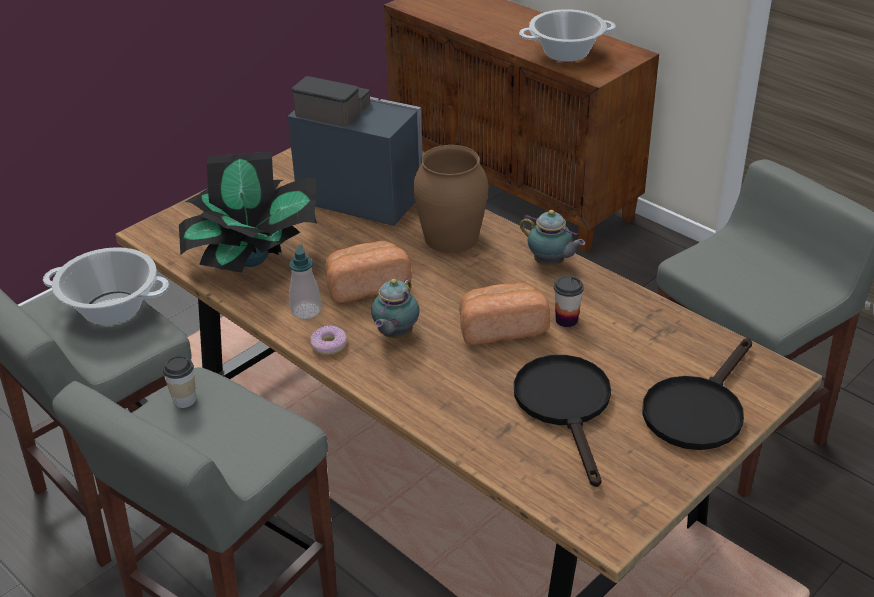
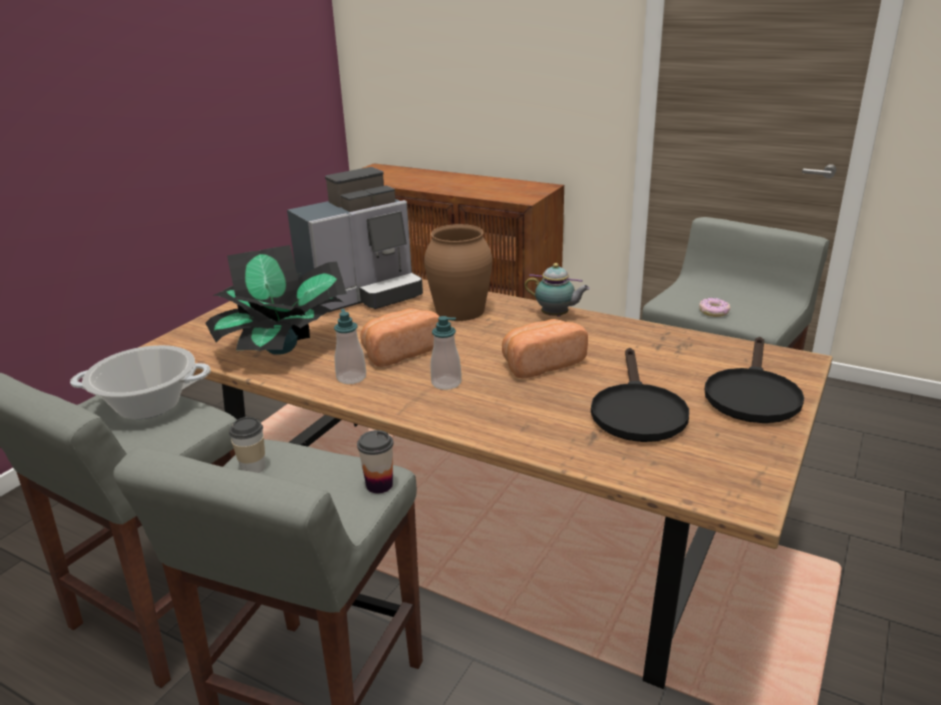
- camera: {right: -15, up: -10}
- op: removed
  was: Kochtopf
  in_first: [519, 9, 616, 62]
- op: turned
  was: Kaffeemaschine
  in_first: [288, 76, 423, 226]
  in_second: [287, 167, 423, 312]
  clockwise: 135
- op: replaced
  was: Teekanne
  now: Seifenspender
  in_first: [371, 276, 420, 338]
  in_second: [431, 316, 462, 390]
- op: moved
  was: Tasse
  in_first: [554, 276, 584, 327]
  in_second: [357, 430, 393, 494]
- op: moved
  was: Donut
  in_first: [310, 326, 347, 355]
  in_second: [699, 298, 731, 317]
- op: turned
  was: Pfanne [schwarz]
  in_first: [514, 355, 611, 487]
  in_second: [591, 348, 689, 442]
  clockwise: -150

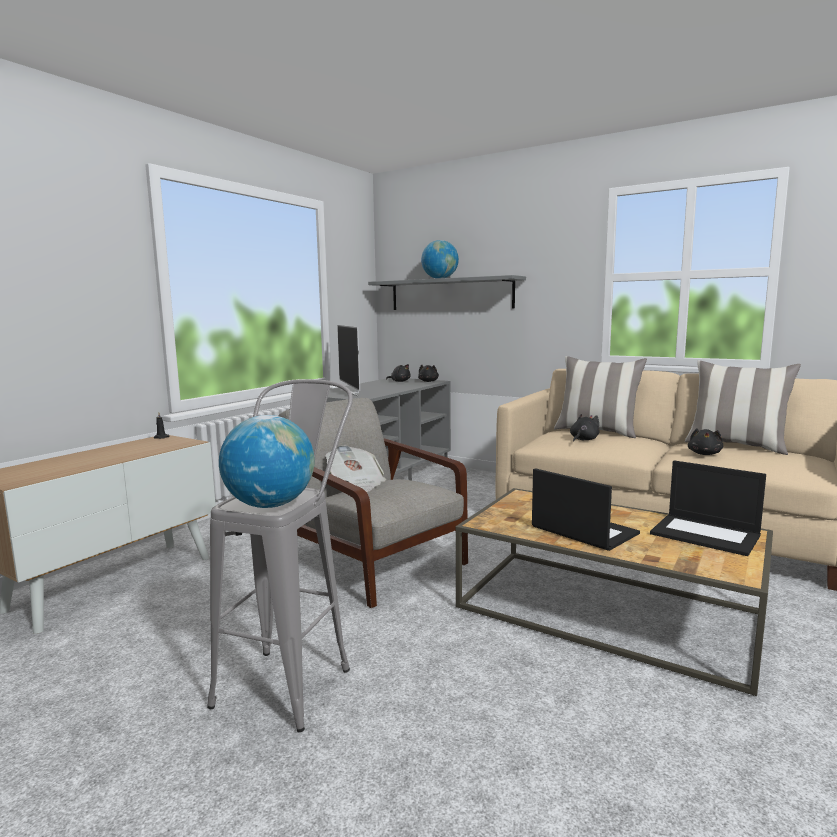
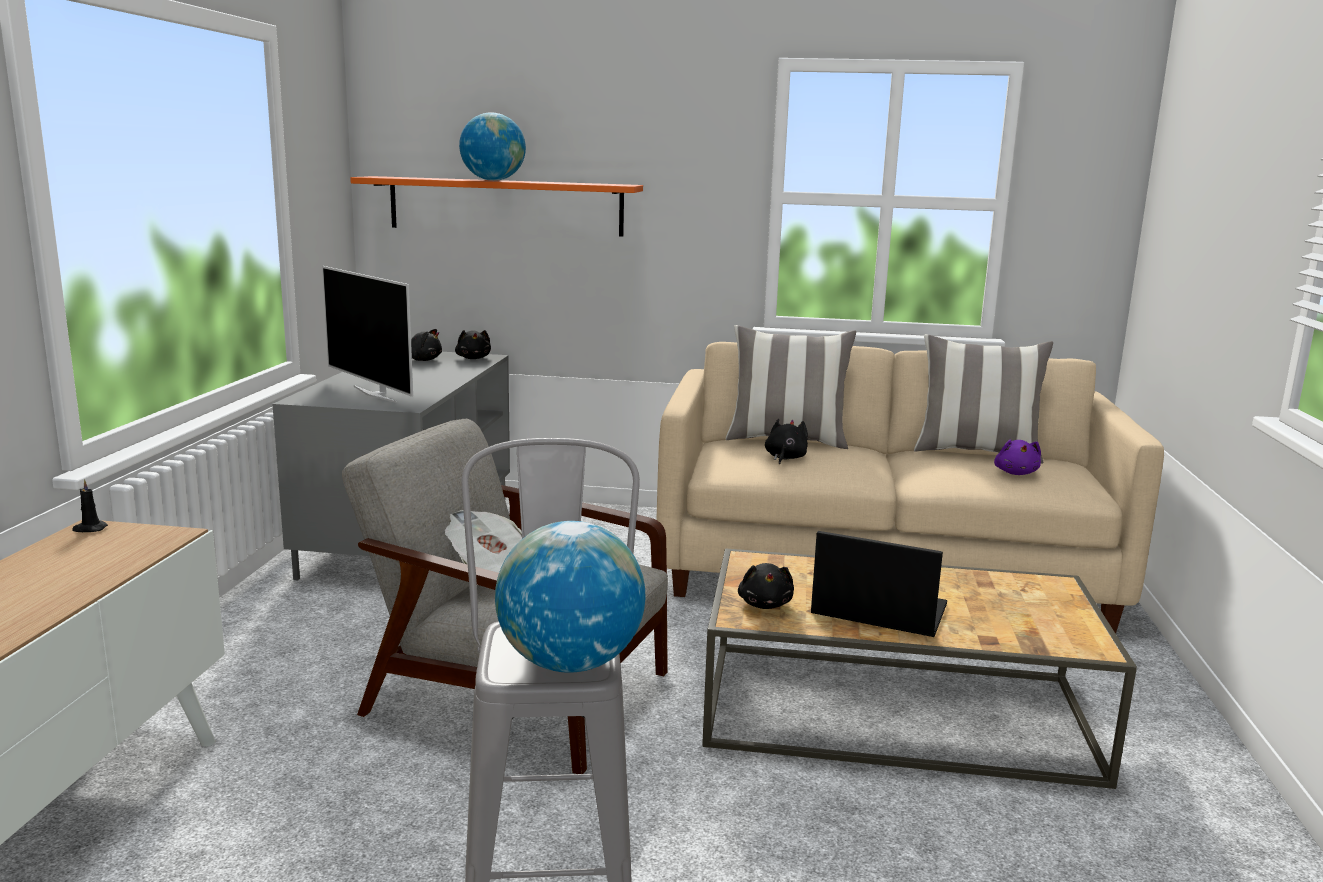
- camera: {right: -25, up: 5}
- op: recoloured
  was: Wandregal [grau]
  now: Wandregal [orange]
  in_first: [368, 275, 526, 310]
  in_second: [350, 176, 643, 237]
- op: moved
  was: Plüschtier [schwarz]
  in_first: [688, 428, 723, 455]
  in_second: [738, 563, 794, 609]
- op: removed
  was: Laptop
  in_first: [650, 460, 766, 556]
- op: added
  now: Plüschtier [lila]
  in_second: [994, 439, 1041, 475]

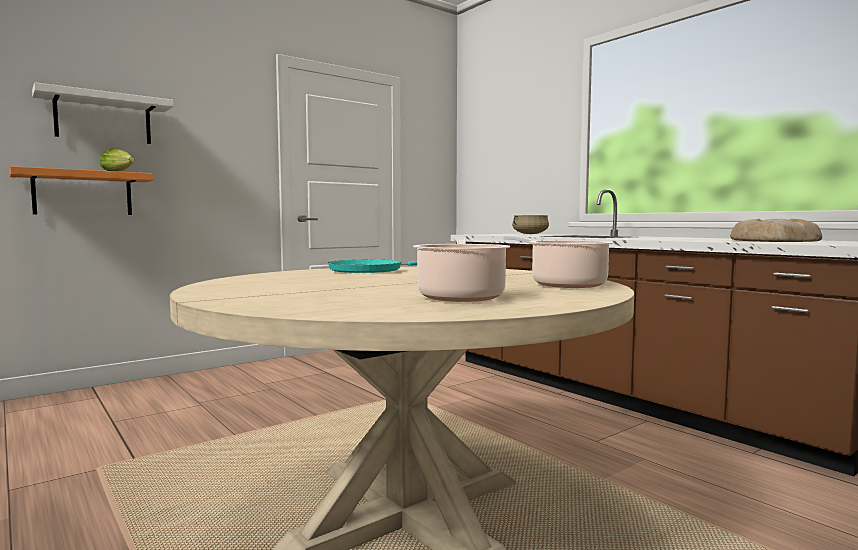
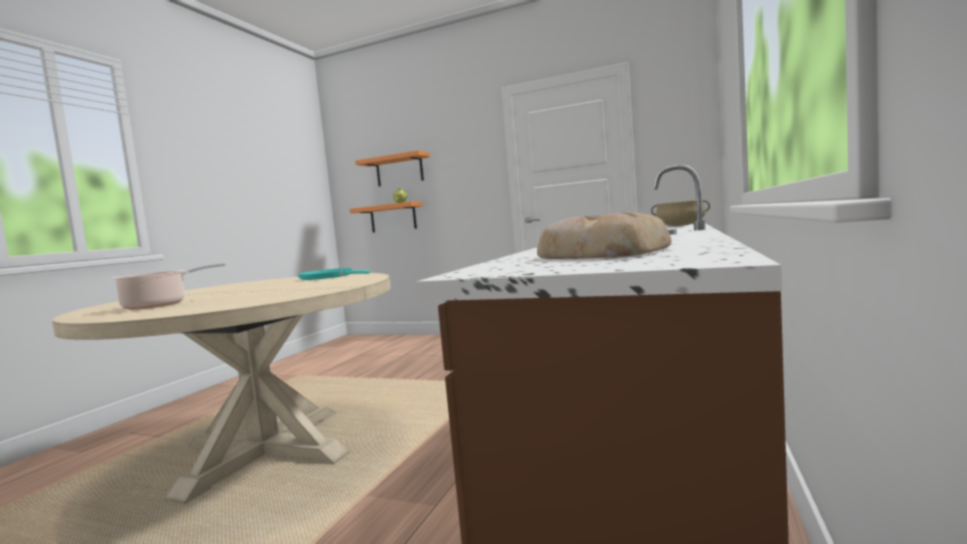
- camera: {right: 60, up: 0}
- op: recoloured
  was: Wandregal [weiß]
  now: Wandregal [orange]
  in_first: [32, 82, 174, 144]
  in_second: [355, 150, 430, 186]
- op: removed
  was: Kochtopf
  in_first: [503, 236, 613, 288]

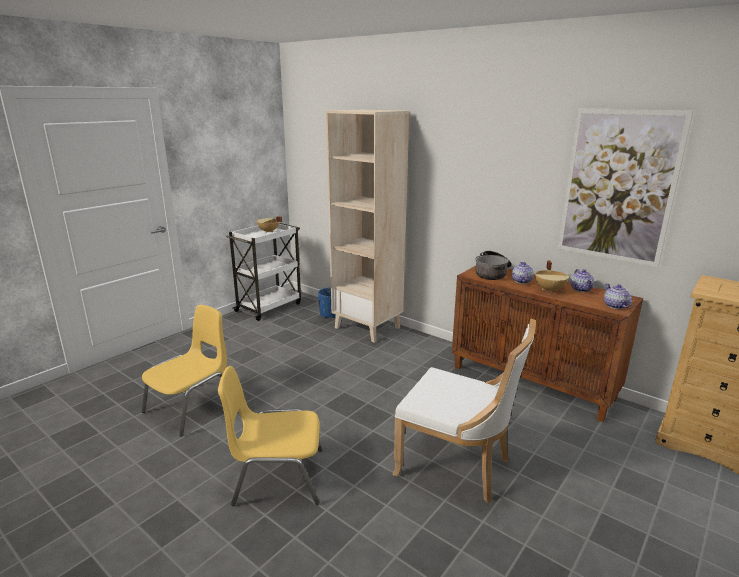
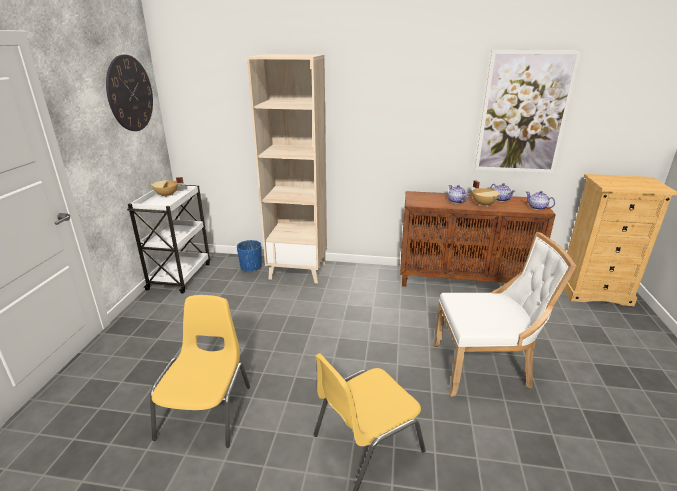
- camera: {right: -30, up: 5}
- op: removed
  was: Kochtopf
  in_first: [476, 251, 512, 280]
- op: added
  now: Wanduhr
  in_second: [106, 55, 153, 131]

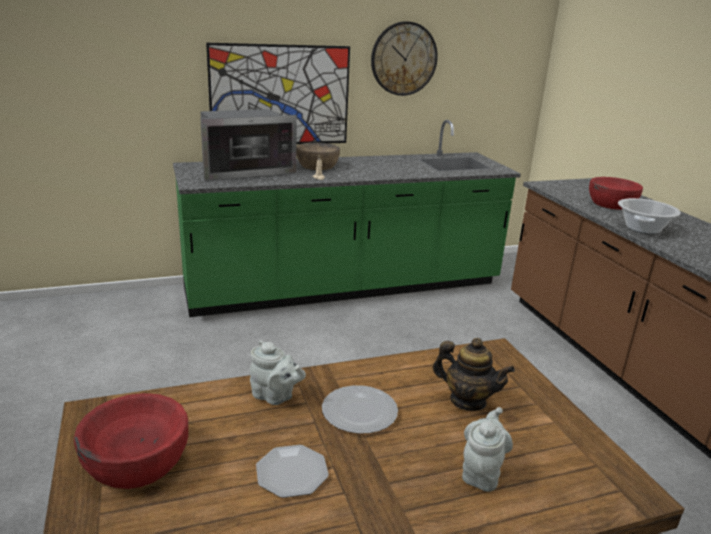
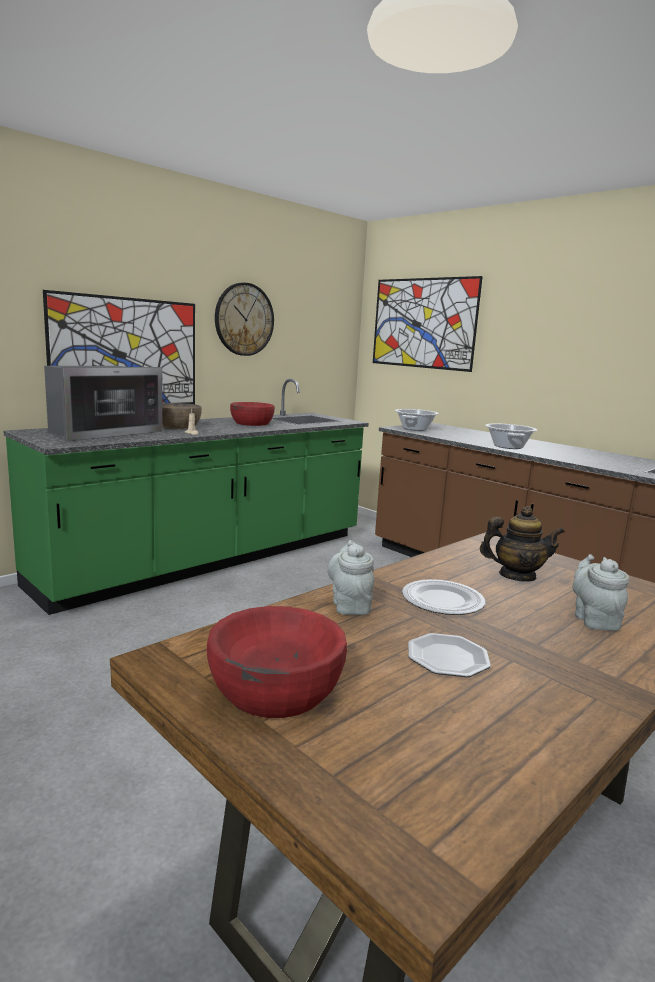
- camera: {right: -25, up: -10}
- op: moved
  was: Schüssel [rot]
  in_first: [589, 177, 643, 210]
  in_second: [230, 402, 275, 426]
- op: turned
  was: Teekanne [grau]
  in_first: [250, 340, 306, 405]
  in_second: [327, 540, 374, 615]
  clockwise: -105
- op: added
  now: Bild
  in_second: [373, 276, 483, 372]
- op: added
  now: Kochtopf
  in_second: [395, 409, 439, 431]

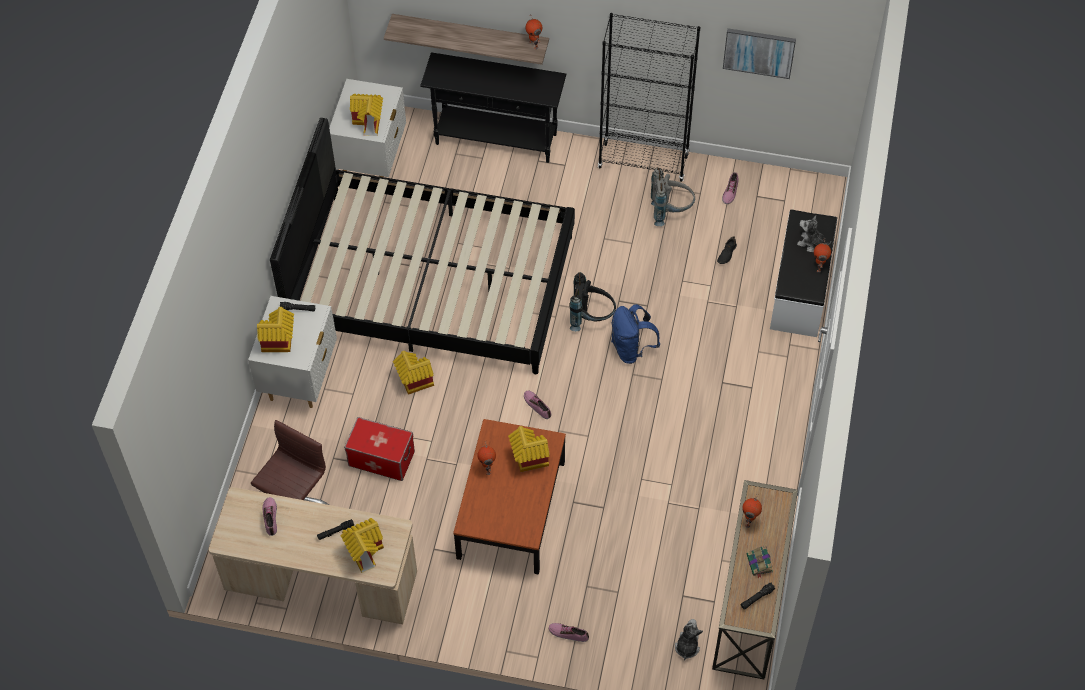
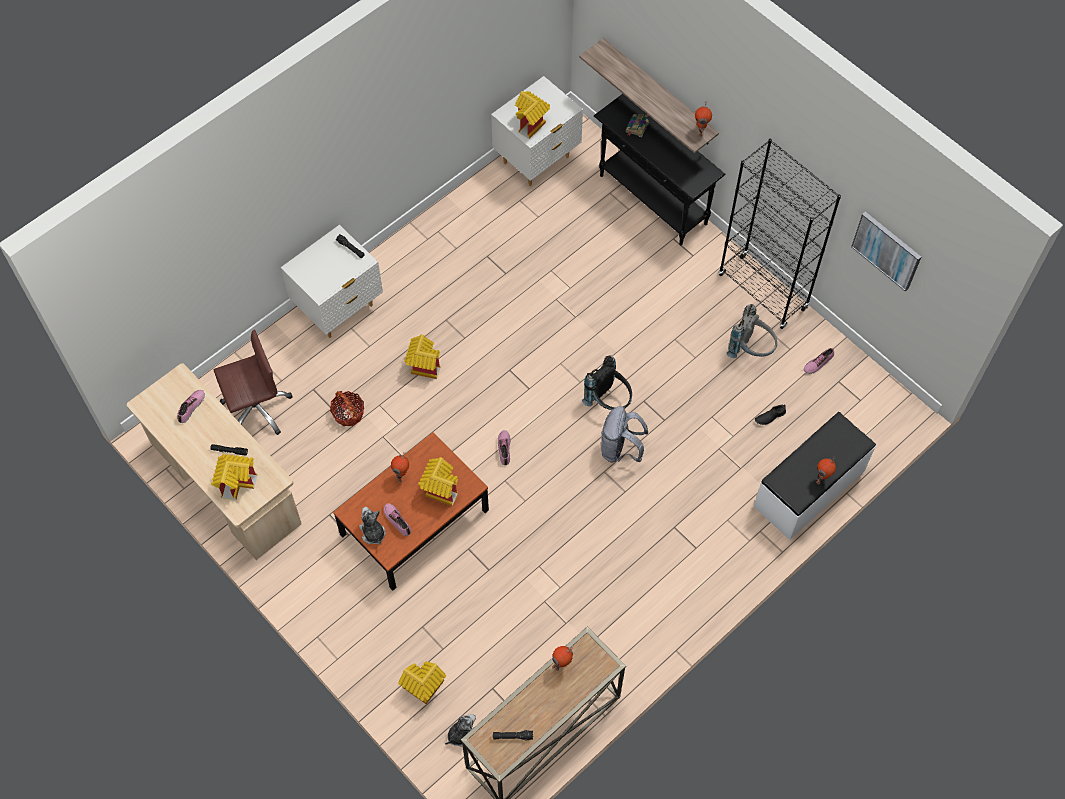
- camera: {right: 35, up: 5}
- op: removed
  was: Bett [schwarz]
  in_first: [270, 118, 575, 374]
- op: moved
  was: Plüschtier
  in_first: [797, 215, 831, 252]
  in_second: [359, 507, 386, 545]
- op: recoloured
  was: Rucksack [blau]
  now: Rucksack [grau]
  in_first: [611, 304, 660, 364]
  in_second: [601, 406, 648, 463]
- op: moved
  was: Spielzeughaus
  in_first: [257, 307, 294, 352]
  in_second: [398, 662, 446, 704]
- op: replaced
  was: Aufbewahrungsbox
  now: Korb
  in_first: [344, 417, 415, 481]
  in_second: [330, 391, 364, 426]
- op: moved
  was: Buch
  in_first: [747, 545, 773, 579]
  in_second: [625, 114, 649, 138]
- op: moved
  was: Schuh
  in_first: [549, 623, 589, 642]
  in_second: [384, 503, 411, 536]

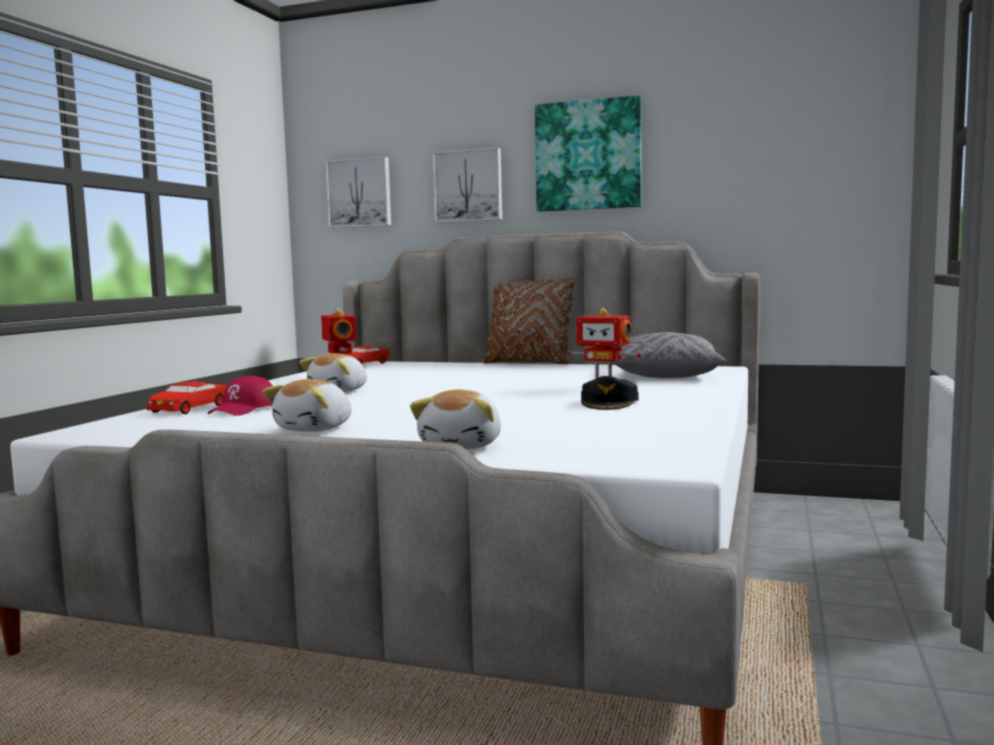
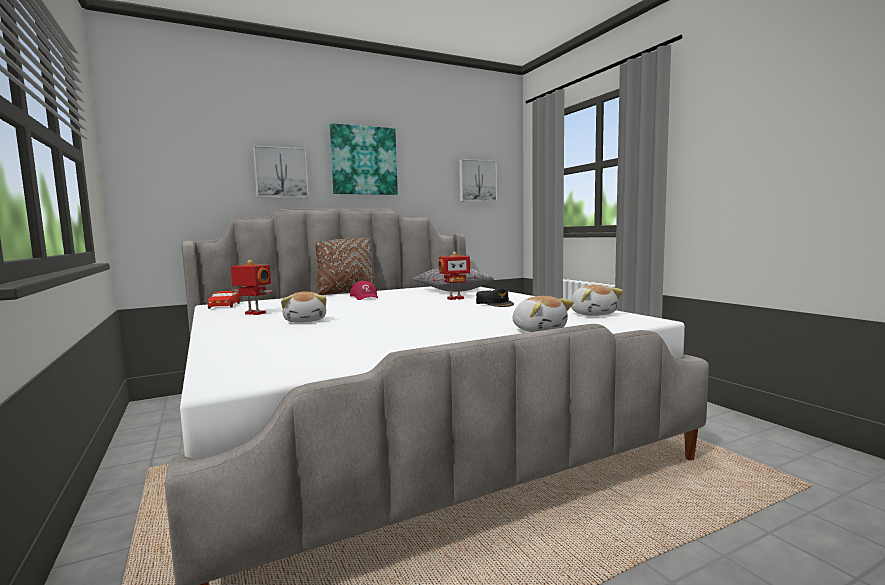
- camera: {right: -45, up: 0}
- op: moved
  was: Bild
  in_first: [325, 157, 391, 228]
  in_second: [459, 159, 497, 202]
- op: moved
  was: Kappe [rot]
  in_first: [208, 376, 273, 416]
  in_second: [350, 281, 378, 300]
- op: moved
  was: Plüschtier
  in_first: [262, 379, 352, 432]
  in_second: [570, 285, 623, 316]
- op: removed
  was: Spielzeugauto [rot]
  in_first: [147, 382, 228, 414]

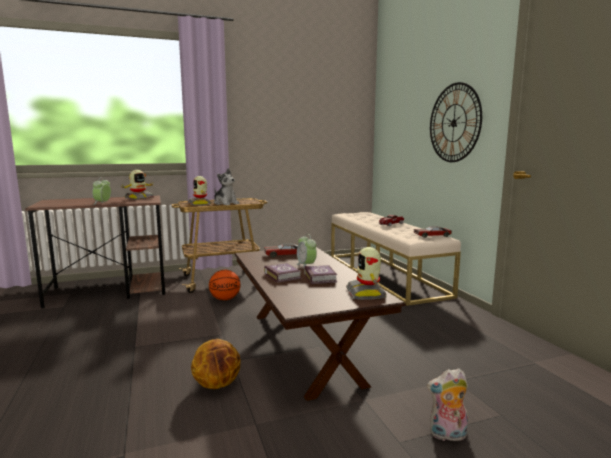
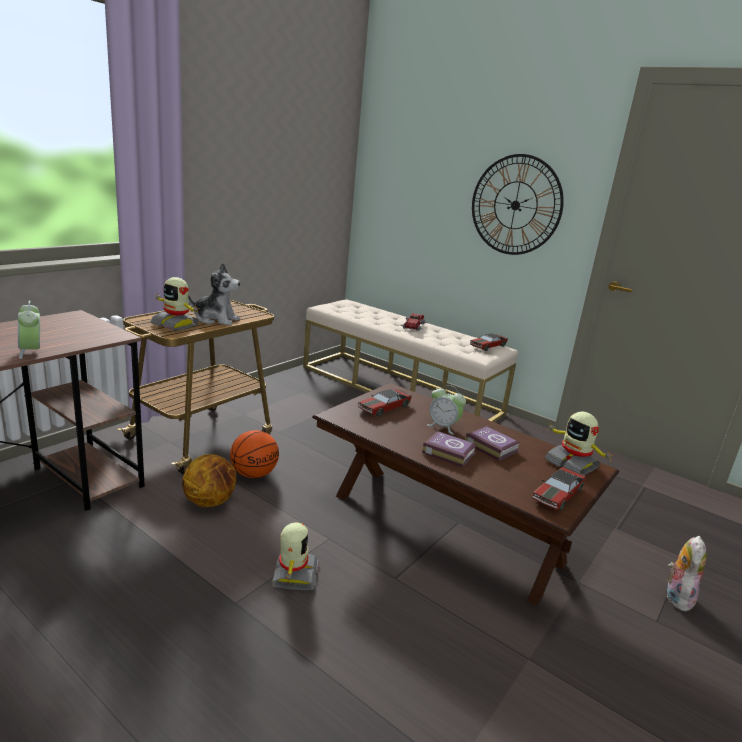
- camera: {right: -35, up: 10}
- op: moved
  was: Spielzeugroboter
  in_first: [121, 170, 155, 200]
  in_second: [271, 522, 319, 590]
- op: moved
  was: Basketball
  in_first: [191, 339, 241, 389]
  in_second: [182, 454, 236, 507]
- op: turned
  was: Plüschtier
  in_first: [427, 369, 468, 444]
  in_second: [667, 536, 707, 611]
  clockwise: 150
- op: added
  now: Spielzeugauto
  in_second: [533, 467, 586, 511]

